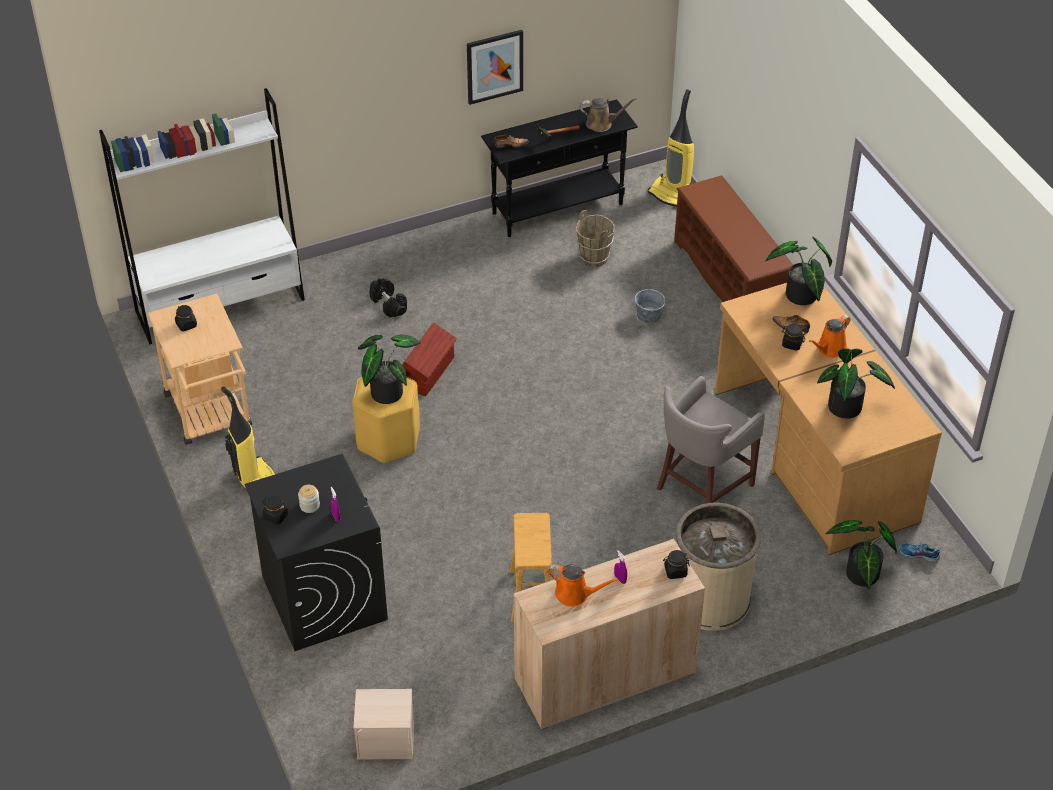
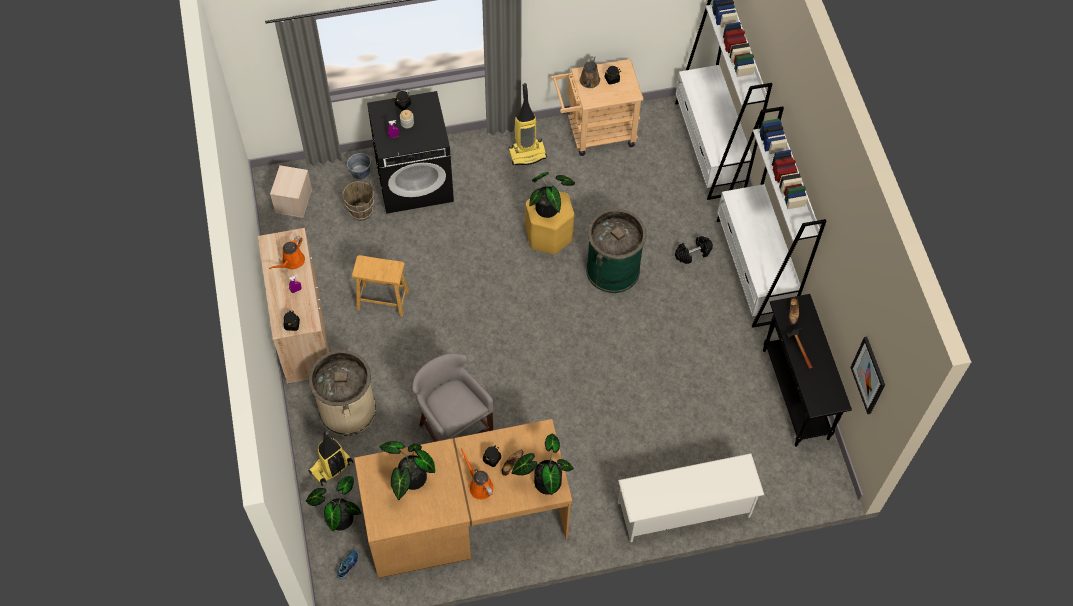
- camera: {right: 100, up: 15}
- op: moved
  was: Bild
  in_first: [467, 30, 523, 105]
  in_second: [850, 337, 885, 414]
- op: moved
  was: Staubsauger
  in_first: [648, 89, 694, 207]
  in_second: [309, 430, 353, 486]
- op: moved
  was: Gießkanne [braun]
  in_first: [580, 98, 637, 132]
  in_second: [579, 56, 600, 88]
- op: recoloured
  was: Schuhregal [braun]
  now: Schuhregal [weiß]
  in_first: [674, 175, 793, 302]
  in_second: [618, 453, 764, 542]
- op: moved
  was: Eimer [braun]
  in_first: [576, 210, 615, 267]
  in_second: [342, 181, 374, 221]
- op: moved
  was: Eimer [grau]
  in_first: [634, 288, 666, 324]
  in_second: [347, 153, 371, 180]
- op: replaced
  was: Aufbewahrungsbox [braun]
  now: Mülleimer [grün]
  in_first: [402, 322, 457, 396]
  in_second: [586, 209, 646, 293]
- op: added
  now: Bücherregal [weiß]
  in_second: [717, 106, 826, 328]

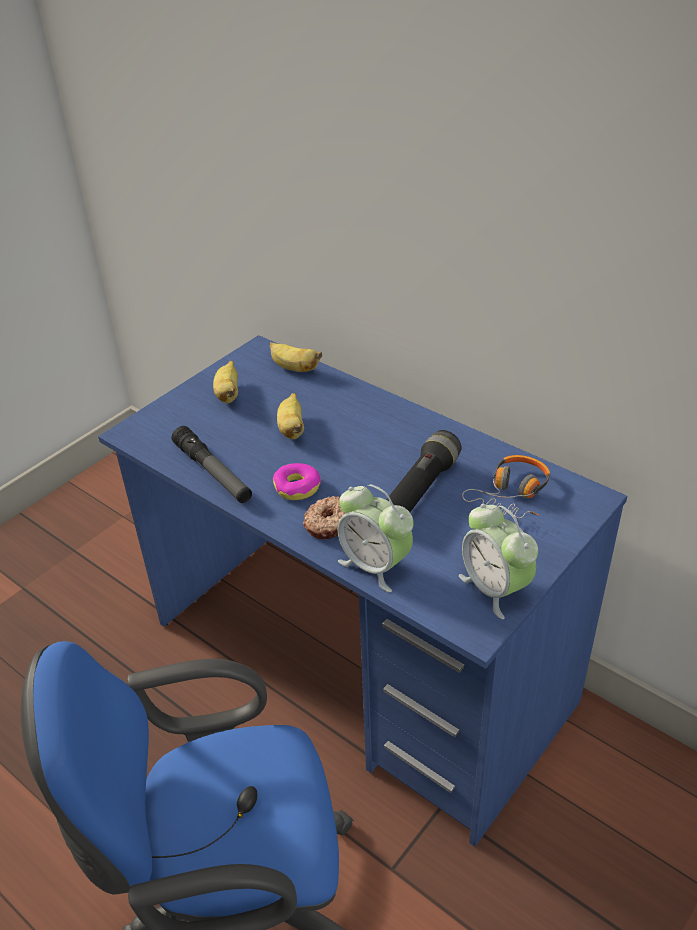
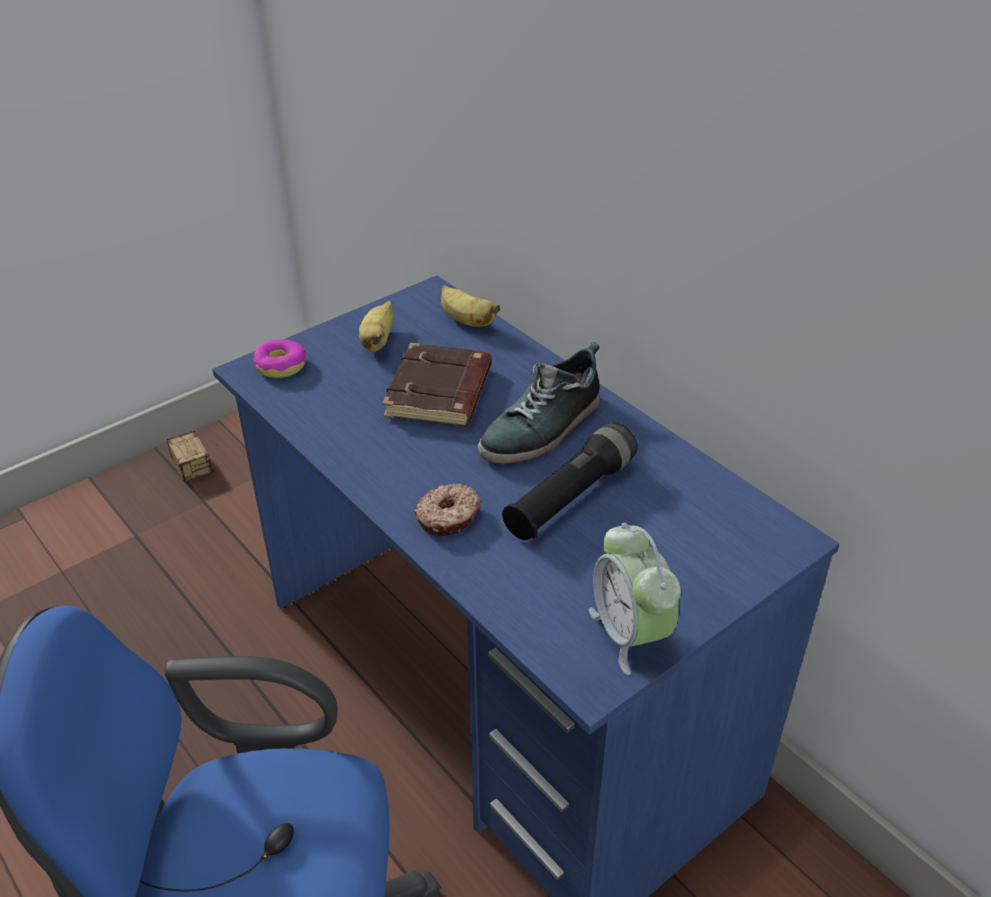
- camera: {right: 10, up: 0}
- op: replaced
  was: Banane
  now: Buch [braun]
  in_first: [277, 393, 304, 439]
  in_second: [382, 343, 491, 427]
- op: removed
  was: Taschenlampe
  in_first: [172, 426, 252, 503]
- op: removed
  was: Kopfhörer
  in_first: [462, 455, 550, 519]
- op: moved
  was: Donut
  in_first: [273, 463, 321, 500]
  in_second: [254, 339, 306, 378]
- op: removed
  was: Wecker
  in_first: [338, 485, 414, 592]
- op: added
  now: Schuh
  in_second: [478, 342, 600, 464]
- op: added
  now: Aufbewahrungsbox
  in_second: [166, 431, 218, 482]

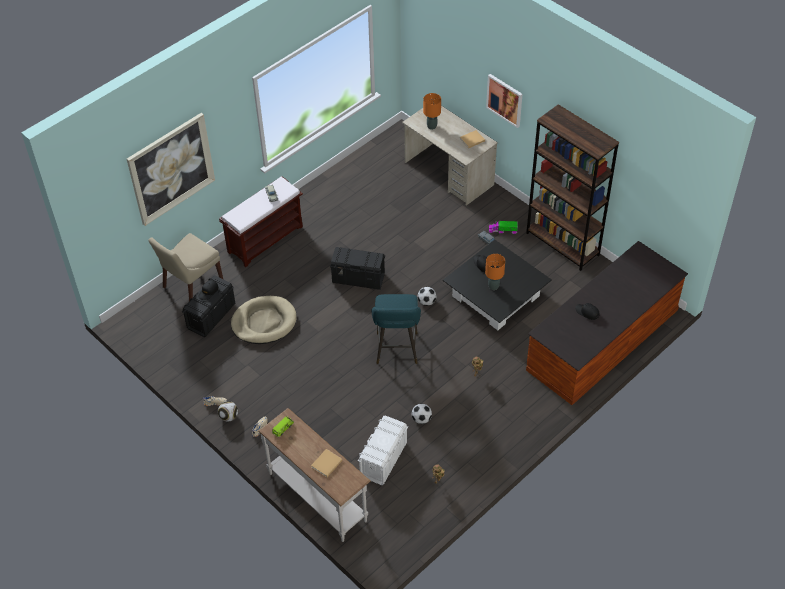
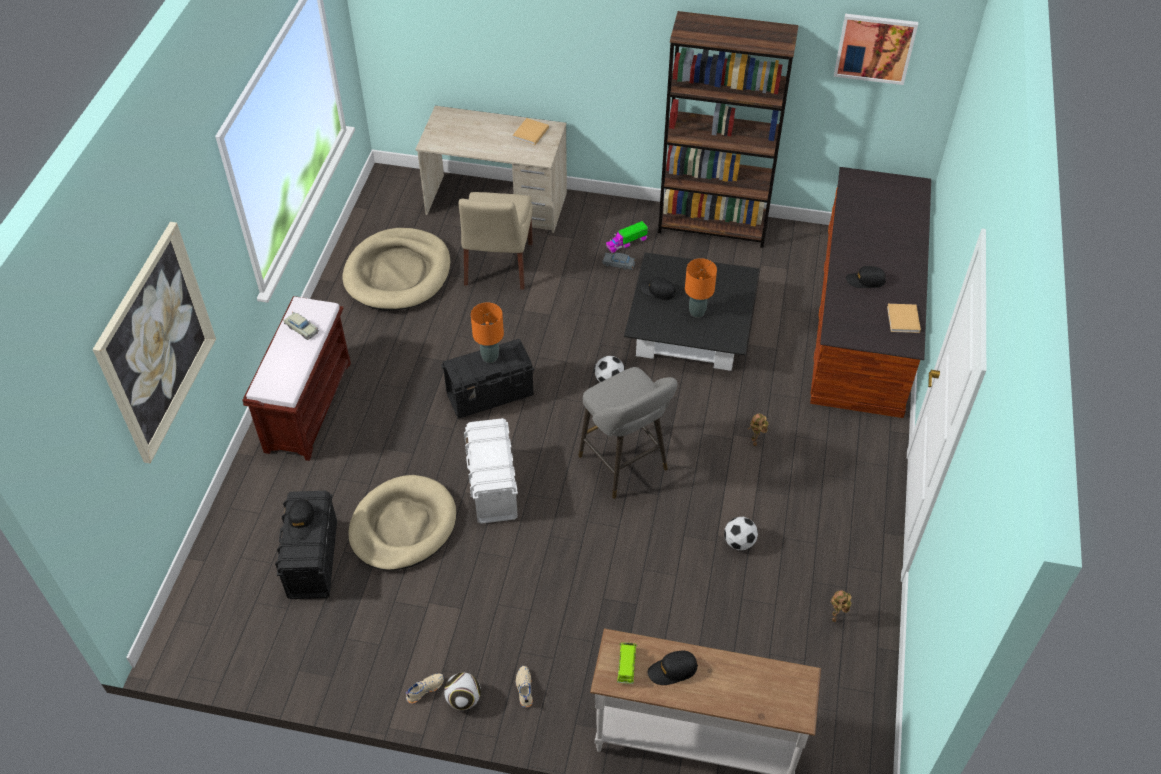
- camera: {right: -35, up: 0}
- op: moved
  was: Bild
  in_first: [486, 74, 522, 128]
  in_second: [834, 14, 918, 85]
- op: moved
  was: Tischlampe [orange]
  in_first: [423, 93, 441, 130]
  in_second: [471, 302, 504, 363]
- op: moved
  was: Stuhl [beige]
  in_first: [149, 233, 223, 301]
  in_second: [459, 192, 533, 290]
- op: recoloured
  was: Hocker [türkis]
  now: Hocker [grau]
  in_first: [372, 294, 421, 364]
  in_second: [578, 367, 678, 499]
- op: moved
  was: Aufbewahrungsbox [weiß]
  in_first: [358, 415, 408, 485]
  in_second: [464, 418, 518, 524]
- op: moved
  was: Buch [beige]
  in_first: [311, 449, 342, 477]
  in_second: [887, 304, 921, 333]
- op: added
  now: Hundebett [beige]
  in_second: [343, 228, 450, 311]
- op: added
  now: Kappe [schwarz]
  in_second: [648, 651, 698, 685]

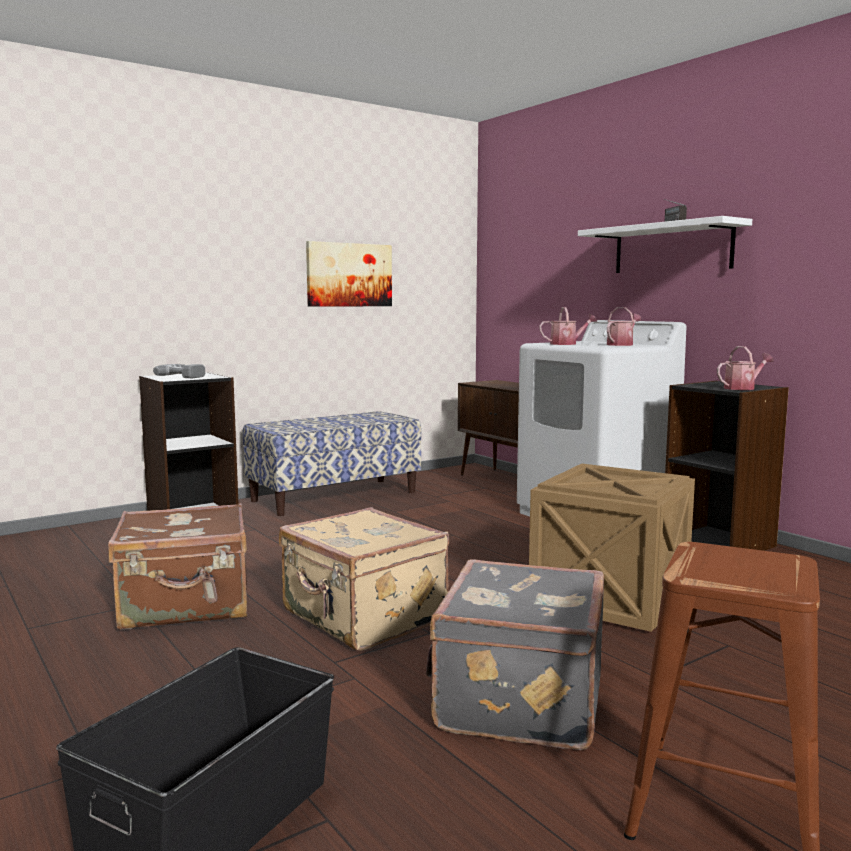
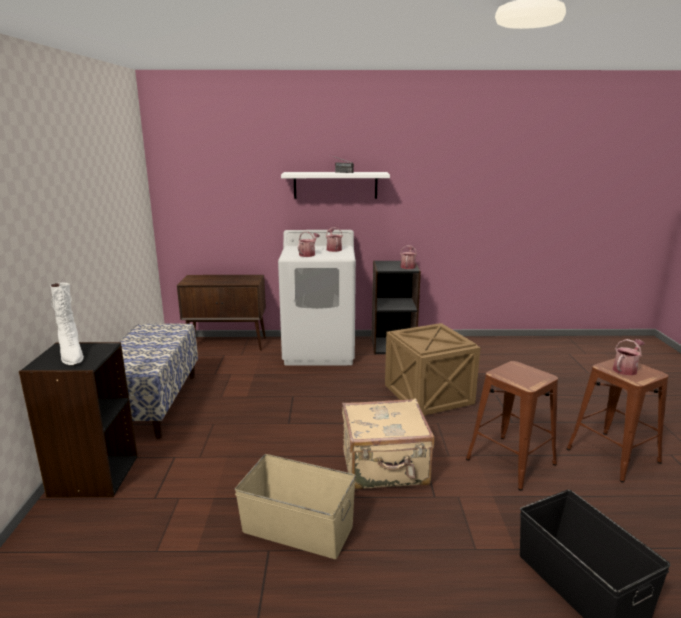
- camera: {right: -55, up: 10}
- op: removed
  was: Bild
  in_first: [306, 241, 392, 307]
- op: replaced
  was: Bohrmaschine
  now: Stiefel [weiß]
  in_first: [153, 364, 205, 378]
  in_second: [50, 283, 84, 365]
- op: replaced
  was: Koffer [braun]
  now: Aufbewahrungsbox [beige]
  in_first: [108, 503, 247, 630]
  in_second: [235, 454, 356, 559]
- op: replaced
  was: Koffer [grau]
  now: Hocker [braun]
  in_first: [426, 559, 604, 750]
  in_second: [466, 361, 558, 491]
- op: added
  now: Gießkanne
  in_second: [612, 339, 645, 376]

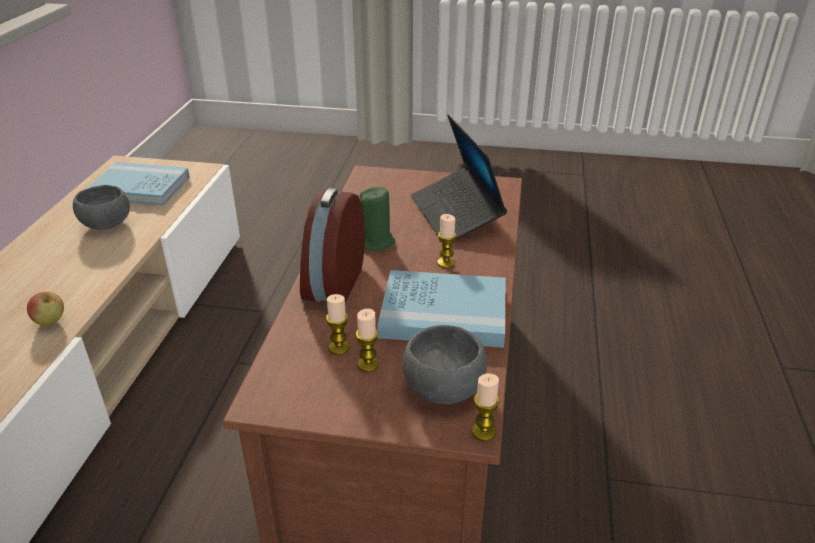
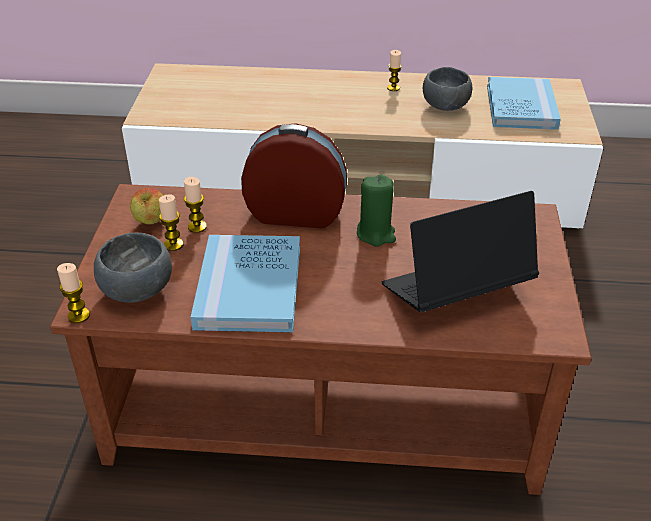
- camera: {right: 85, up: 5}
- op: moved
  was: Kerze
  in_first: [437, 214, 457, 268]
  in_second: [387, 50, 402, 91]
- op: moved
  was: Apfel
  in_first: [27, 292, 64, 326]
  in_second: [130, 188, 163, 224]

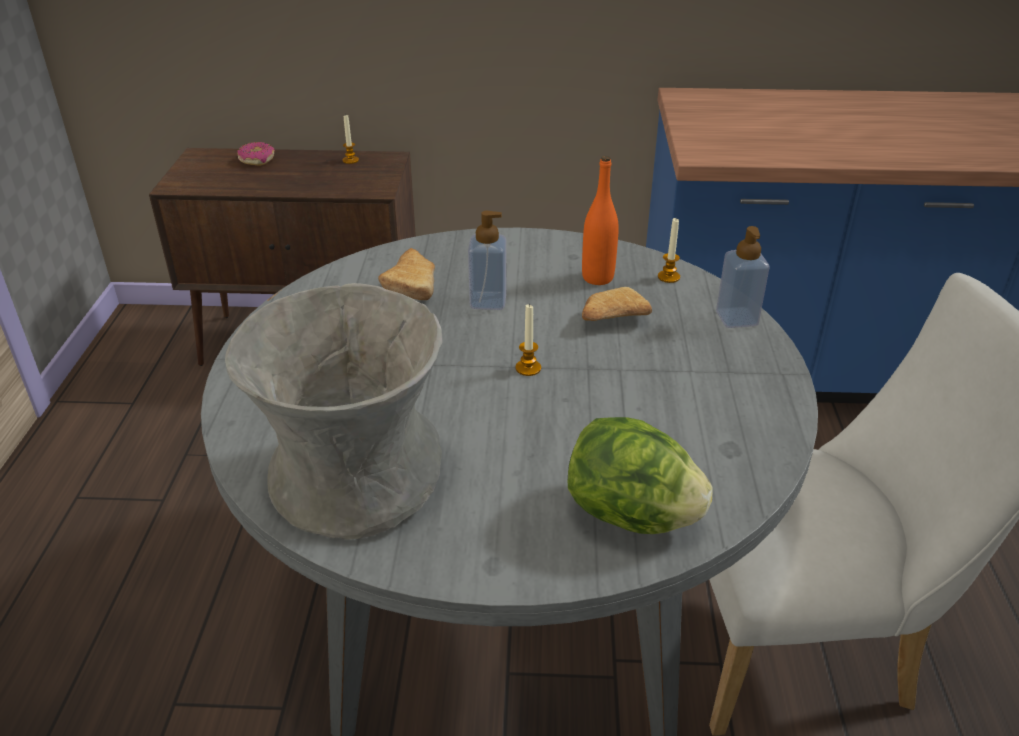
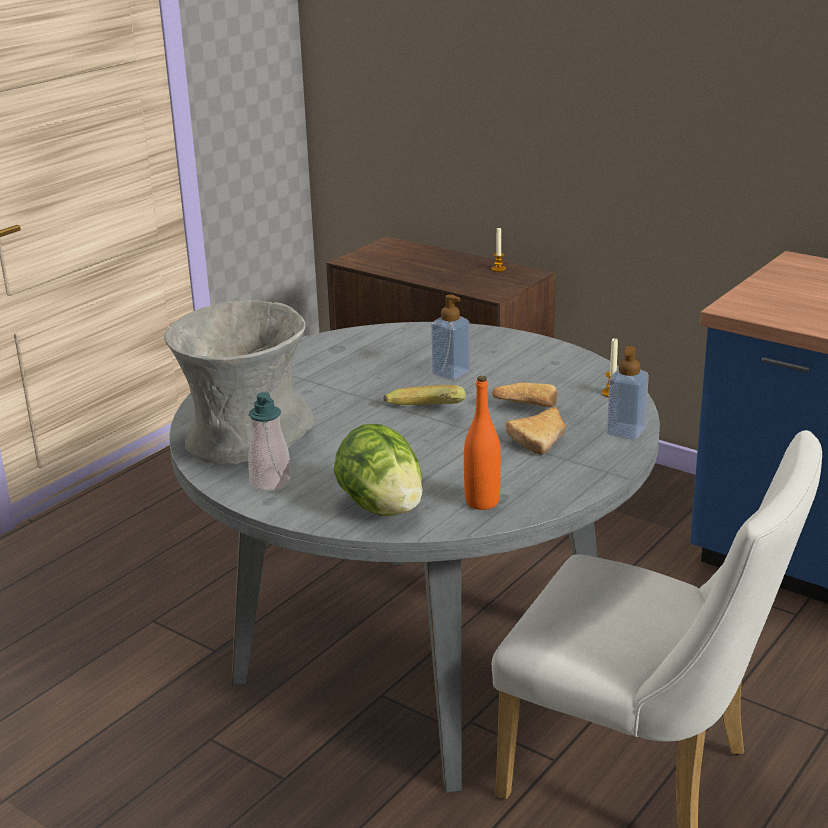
- camera: {right: 35, up: -10}
- op: removed
  was: Donut
  in_first: [237, 142, 275, 166]
- op: moved
  was: Flasche [orange]
  in_first: [582, 156, 619, 285]
  in_second: [464, 376, 501, 510]
- op: moved
  was: Brot
  in_first: [378, 248, 435, 300]
  in_second: [505, 407, 566, 455]
- op: replaced
  was: Kerze
  now: Banane
  in_first: [516, 304, 541, 376]
  in_second: [383, 385, 466, 405]
- op: added
  now: Seifenspender
  in_second: [248, 392, 291, 491]

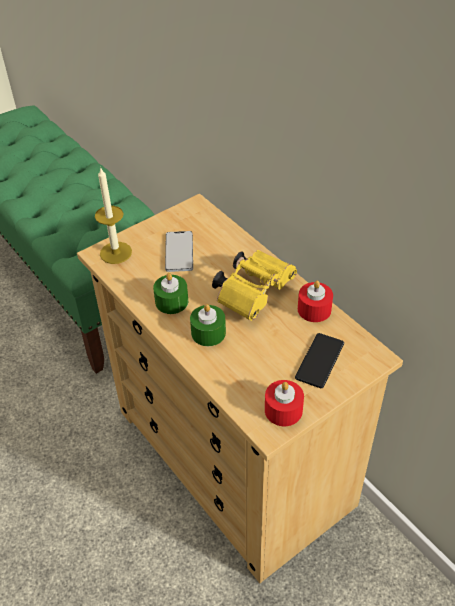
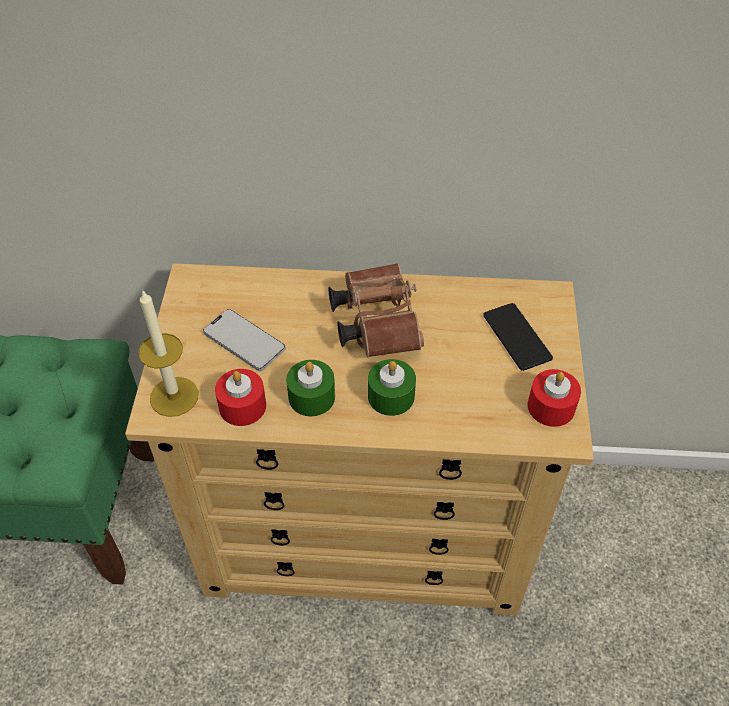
- camera: {right: -50, up: 5}
- op: recoloured
  was: Fernglas [gelb]
  now: Fernglas [braun]
  in_first: [212, 250, 297, 321]
  in_second: [328, 263, 424, 357]
- op: moved
  was: Kerze [rot]
  in_first: [298, 280, 333, 322]
  in_second: [215, 369, 266, 426]

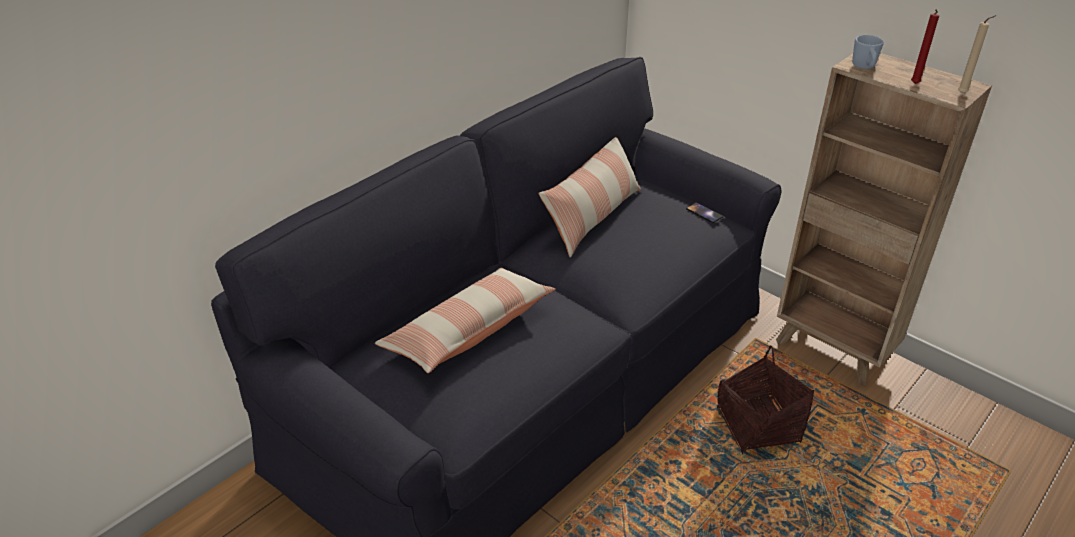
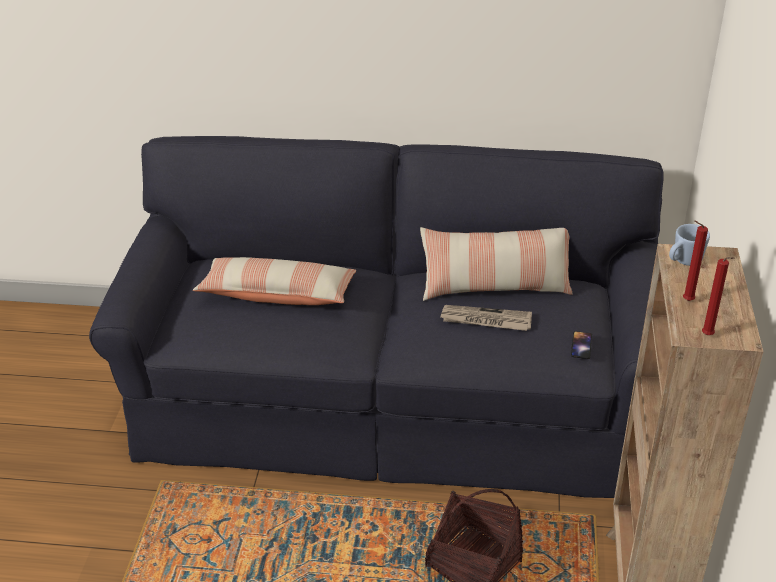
- camera: {right: 55, up: 0}
- op: recoloured
  was: Kerze [beige]
  now: Kerze [rot]
  in_first: [958, 15, 996, 94]
  in_second: [702, 257, 735, 335]
- op: added
  now: Zeitung
  in_second: [440, 305, 532, 331]

